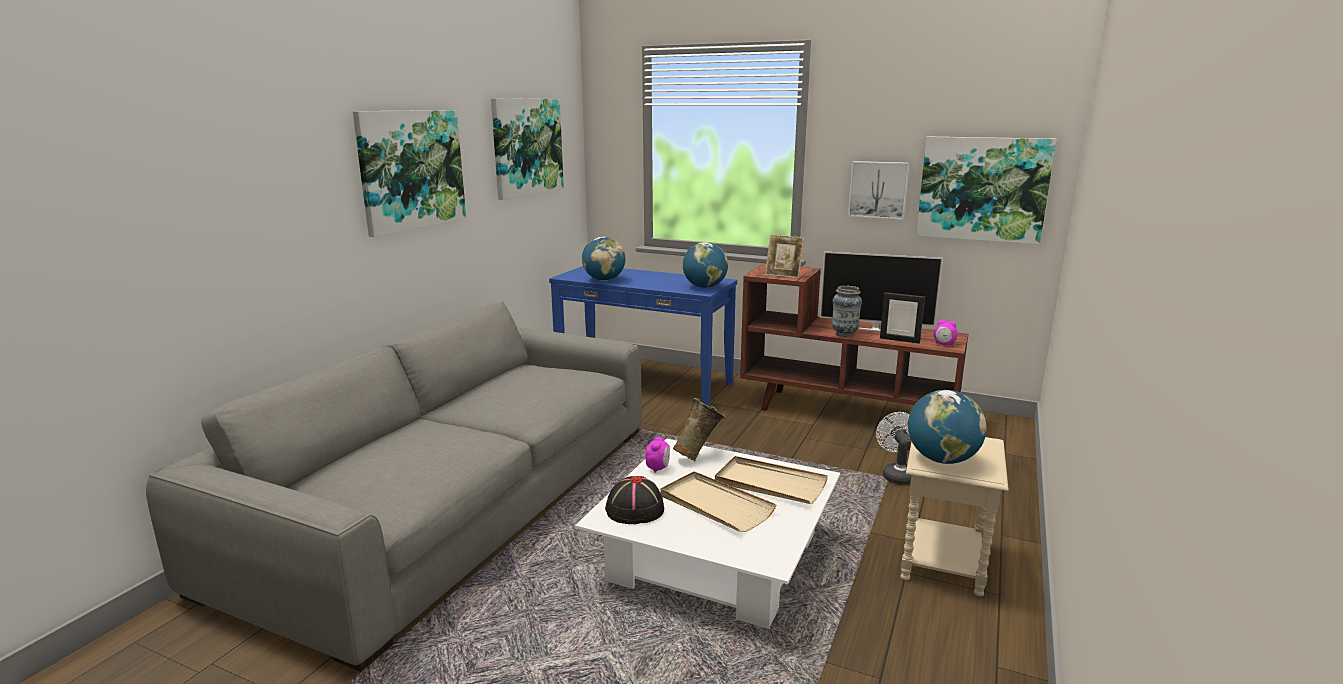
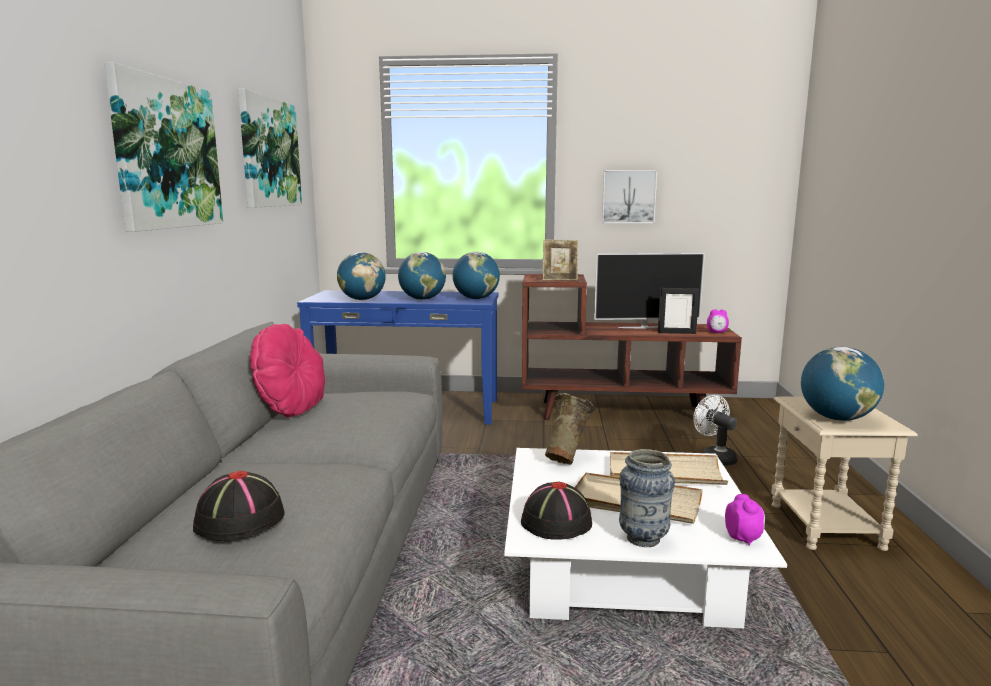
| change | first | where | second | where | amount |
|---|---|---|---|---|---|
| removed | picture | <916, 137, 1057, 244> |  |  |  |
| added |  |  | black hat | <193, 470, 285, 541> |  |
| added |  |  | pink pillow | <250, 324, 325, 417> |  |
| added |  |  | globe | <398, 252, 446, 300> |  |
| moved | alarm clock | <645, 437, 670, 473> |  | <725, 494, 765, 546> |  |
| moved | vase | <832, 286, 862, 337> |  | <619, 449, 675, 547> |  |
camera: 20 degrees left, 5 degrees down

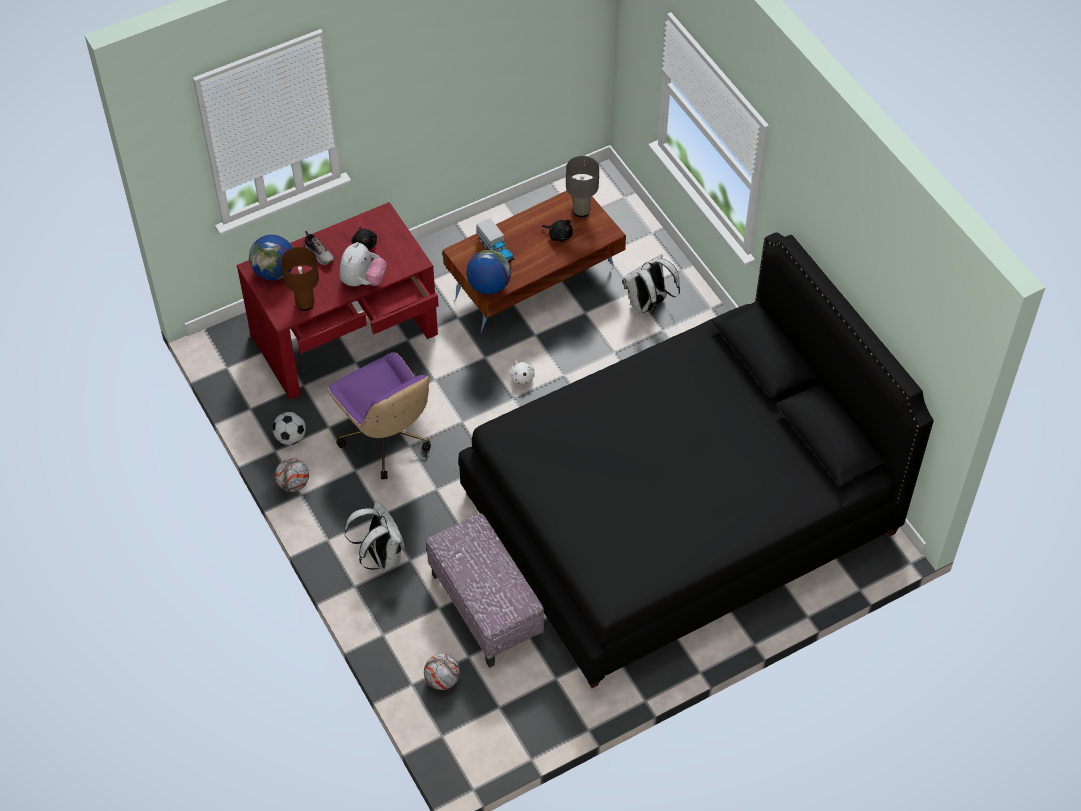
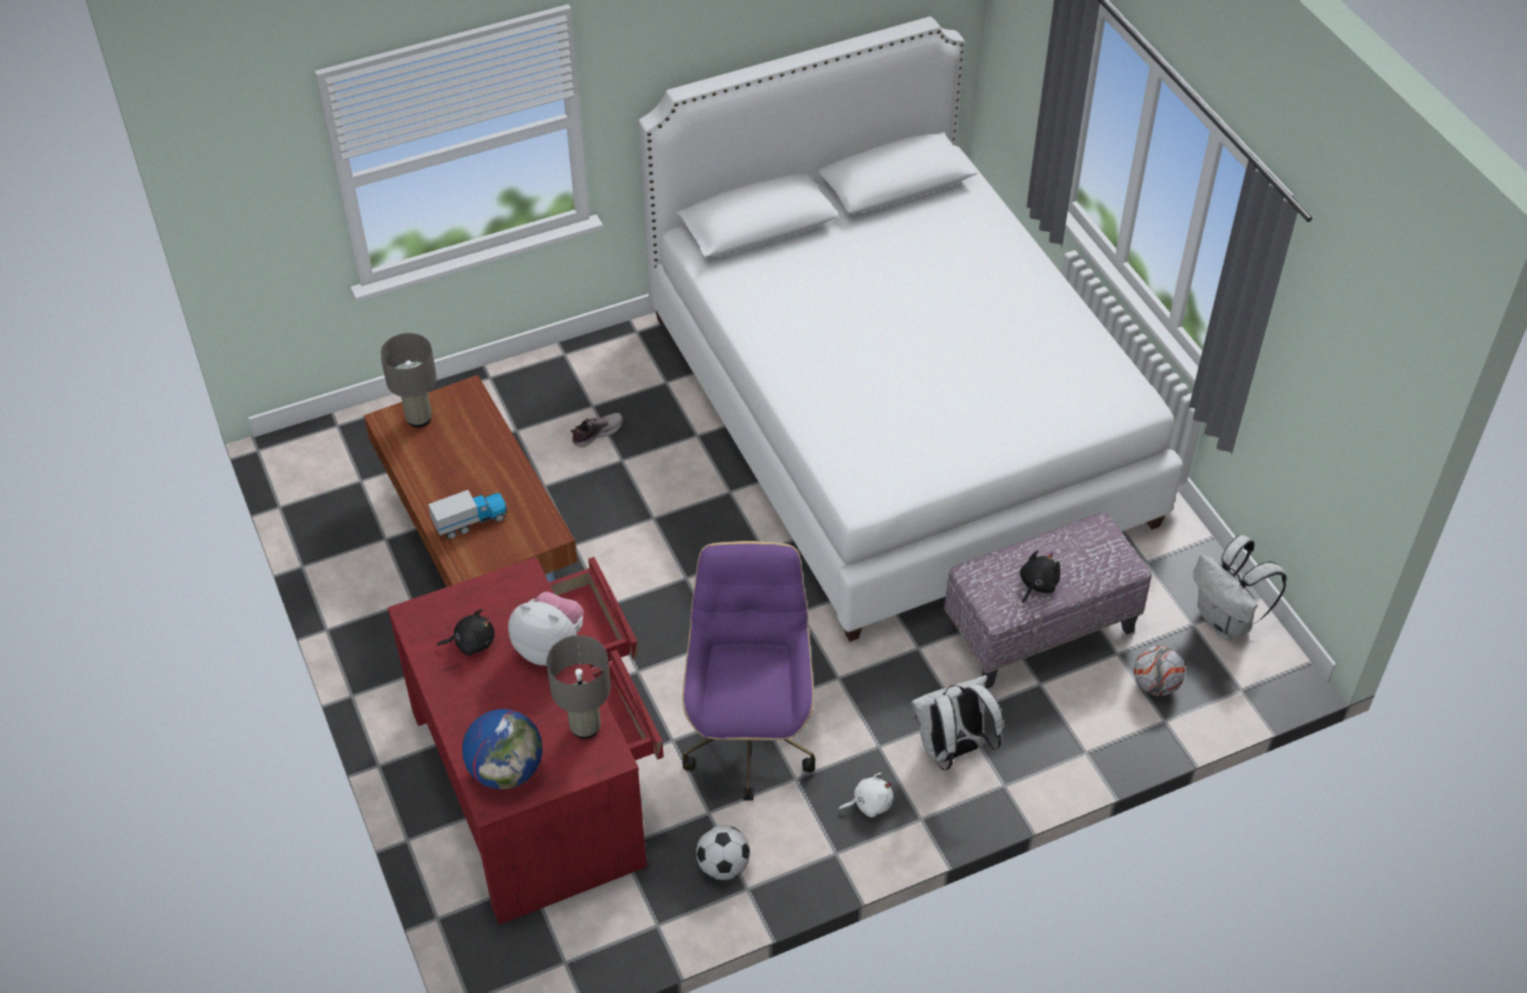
| change | first | where | second | where | amount |
|---|---|---|---|---|---|
| removed | football | <275, 458, 309, 492> |  |  |  |
| removed | globe | <466, 250, 511, 295> |  |  |  |
| moved | shoe | <305, 231, 334, 265> |  | <570, 413, 623, 447> |  |
| moved | white plush toy | <510, 359, 535, 384> |  | <839, 772, 893, 817> |  |
| moved | black plush toy | <542, 220, 573, 242> |  | <1020, 550, 1060, 604> |  |
| moved | white backpack | <623, 254, 680, 315> |  | <1193, 535, 1286, 640> |  |
| recoloured | brown table lamp | <281, 247, 319, 311> | grey table lamp | <547, 635, 611, 739> |  |
| recoloured | black bed | <459, 232, 934, 688> | white bed | <638, 17, 1183, 642> |  |
| turned | purple office chair | <328, 352, 431, 479> |  | <682, 541, 815, 801> | 60 degrees counterclockwise |
camera: 85 degrees left, 5 degrees down

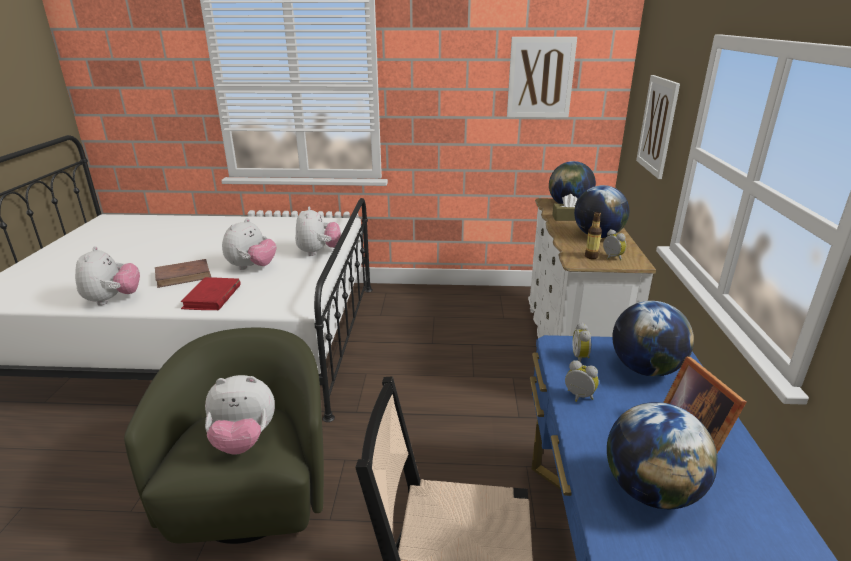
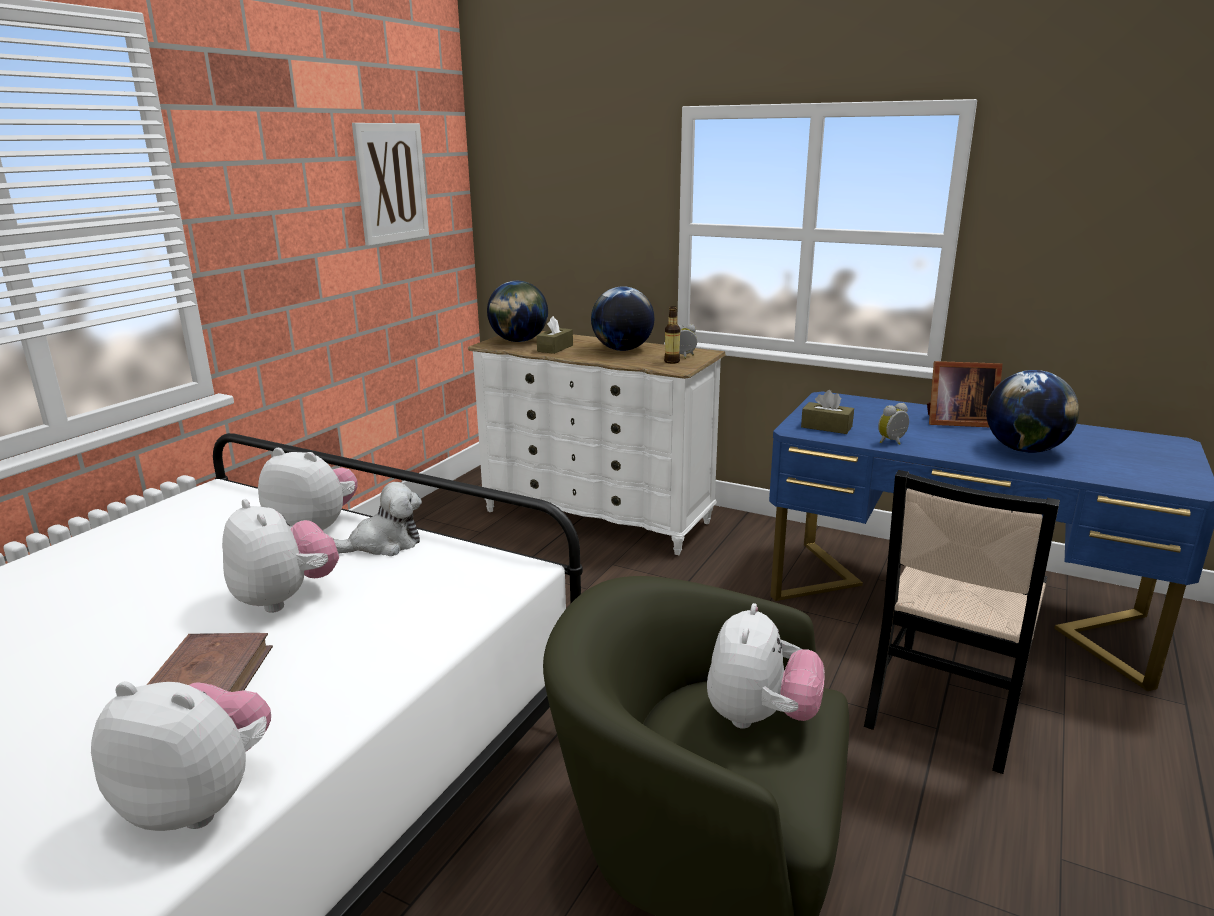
| change | first | where | second | where | amount |
|---|---|---|---|---|---|
| removed | red book | <181, 277, 240, 310> |  |  |  |
| removed | globe | <612, 301, 694, 376> |  |  |  |
| removed | picture | <636, 75, 680, 179> |  |  |  |
| added |  |  | plush toy | <333, 482, 422, 556> |  |
| replaced | alarm clock | <573, 323, 591, 362> | brown tissue box | <801, 390, 854, 434> |  |
camera: 65 degrees left, 5 degrees down

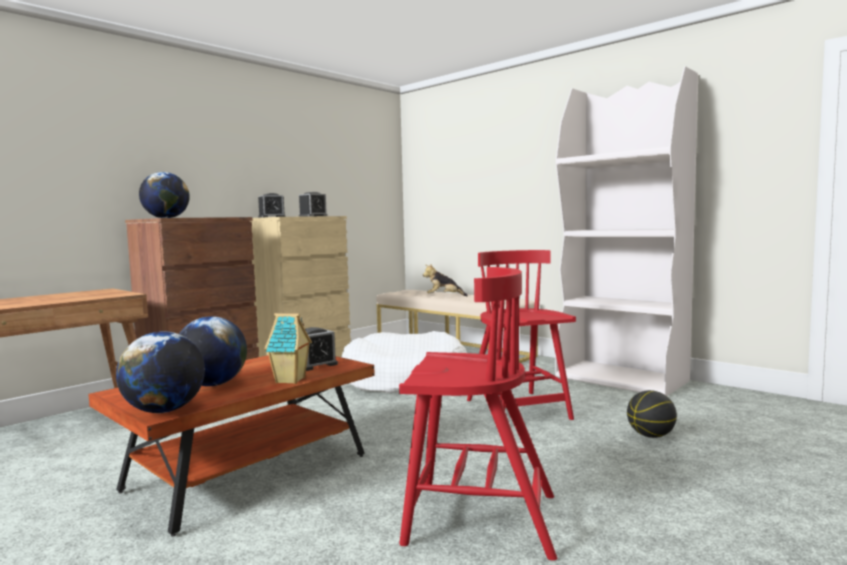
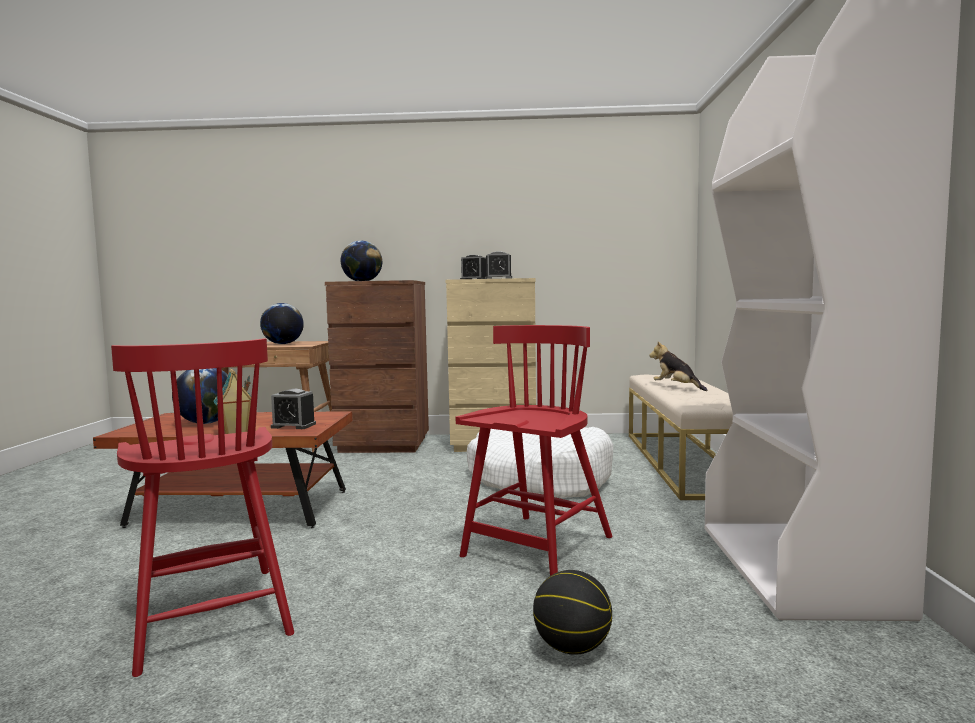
| change | first | where | second | where | amount |
|---|---|---|---|---|---|
| moved | globe | <116, 331, 205, 413> |  | <260, 303, 304, 344> |  |
camera: 50 degrees right, 0 degrees up

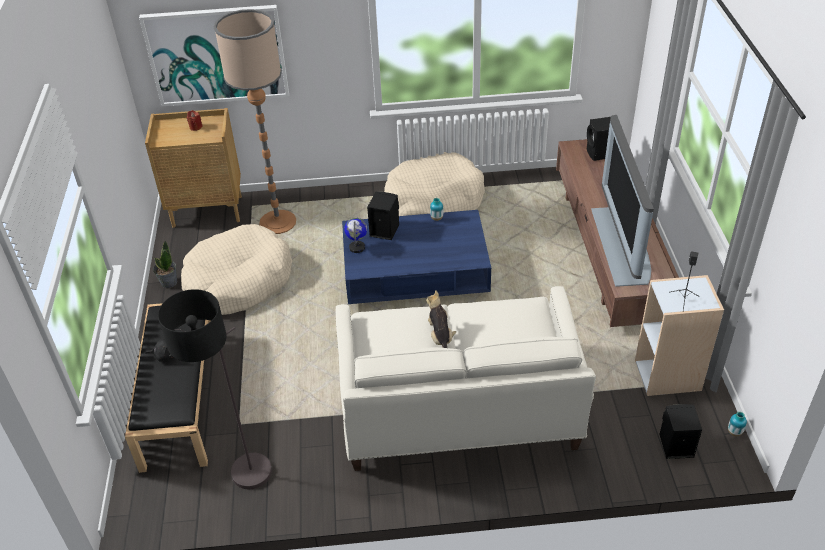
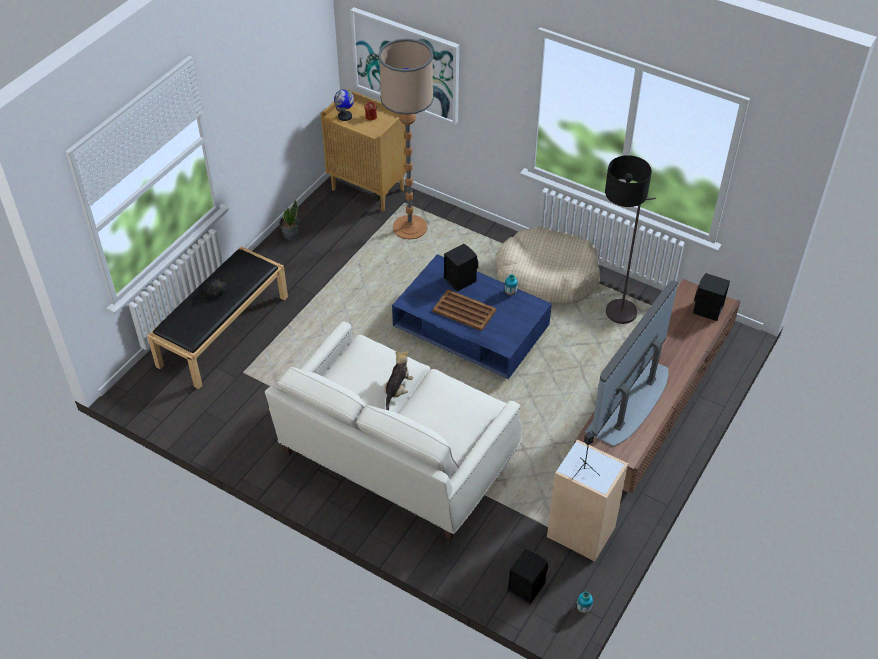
| change | first | where | second | where | amount |
|---|---|---|---|---|---|
| removed | beige dog bed | <181, 224, 292, 315> |  |  |  |
| added |  |  | brown tray | <433, 289, 497, 331> |  |
| moved | black floor lamp | <158, 289, 272, 489> |  | <605, 155, 656, 324> |  |
| moved | globe | <344, 218, 367, 253> |  | <334, 89, 354, 121> |  |
camera: 35 degrees right, 5 degrees up

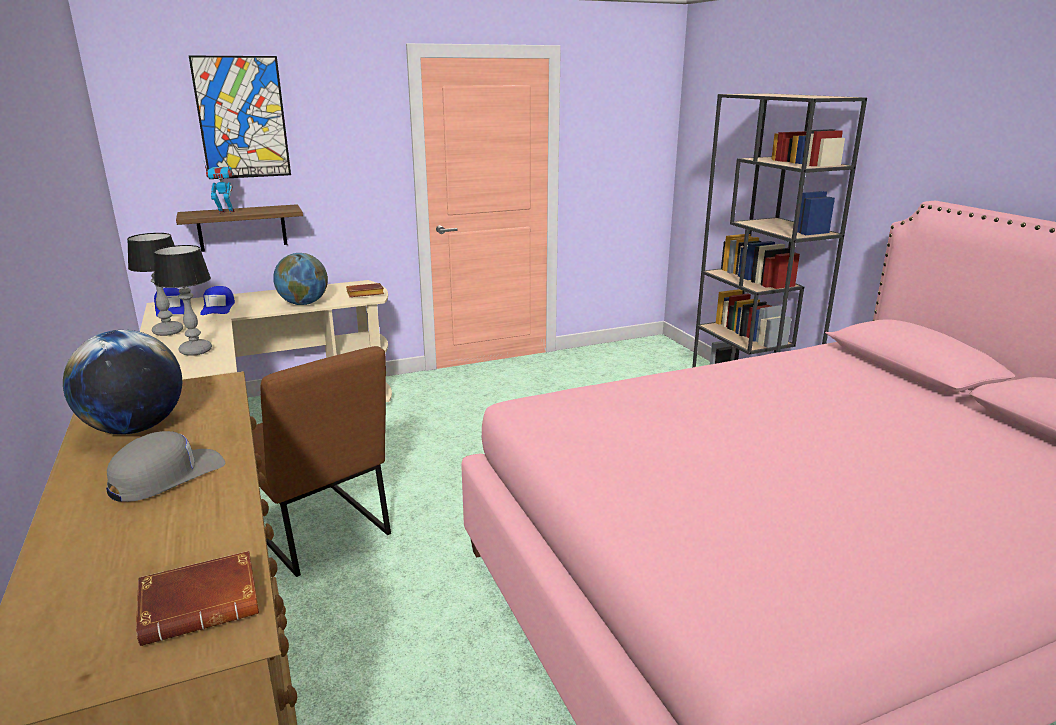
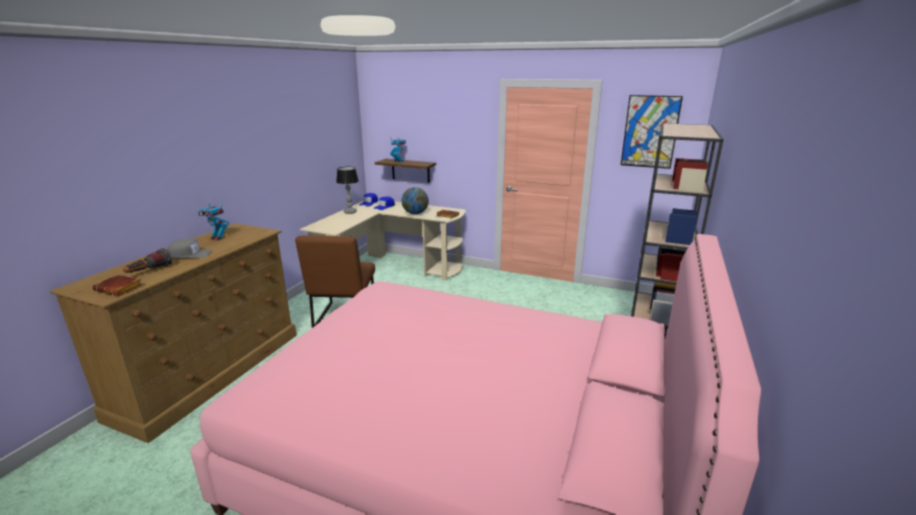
| change | first | where | second | where | amount |
|---|---|---|---|---|---|
| removed | table lamp | <154, 245, 212, 356> |  |  |  |
| added |  |  | flashlight | <123, 248, 172, 273> |  |
| moved | picture | <189, 56, 291, 179> |  | <621, 95, 683, 169> |  |
| replaced | globe | <63, 330, 182, 434> | toy robot | <198, 201, 229, 241> |  |
camera: 45 degrees right, 0 degrees up

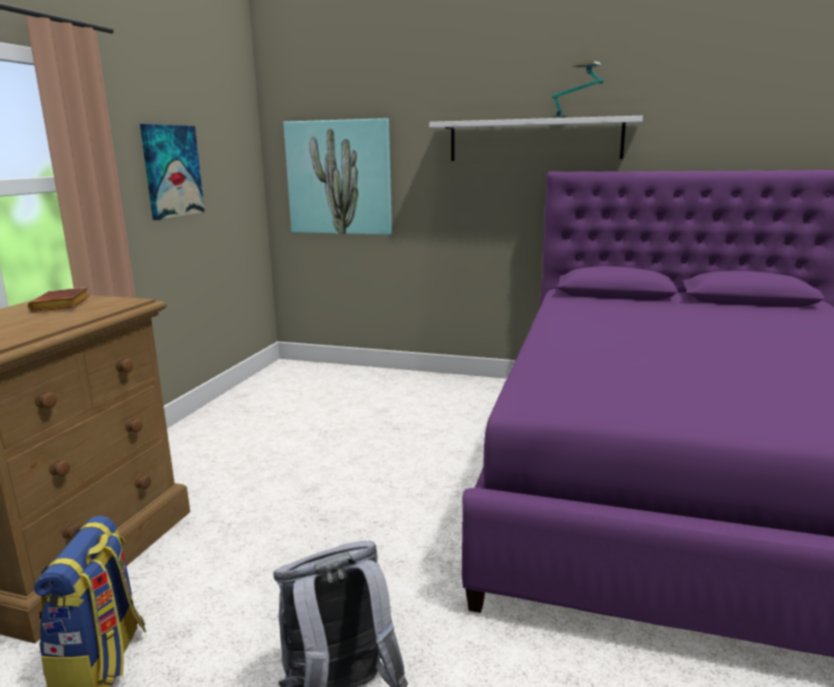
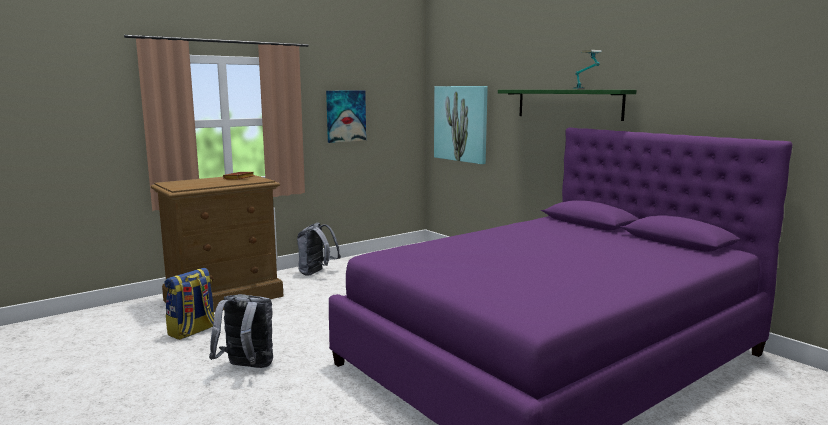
| change | first | where | second | where | amount |
|---|---|---|---|---|---|
| added |  |  | grey backpack | <297, 222, 341, 275> |  |
| recoloured | white shelf | <429, 116, 643, 161> | green shelf | <498, 90, 637, 121> |  |
camera: 35 degrees right, 5 degrees down

